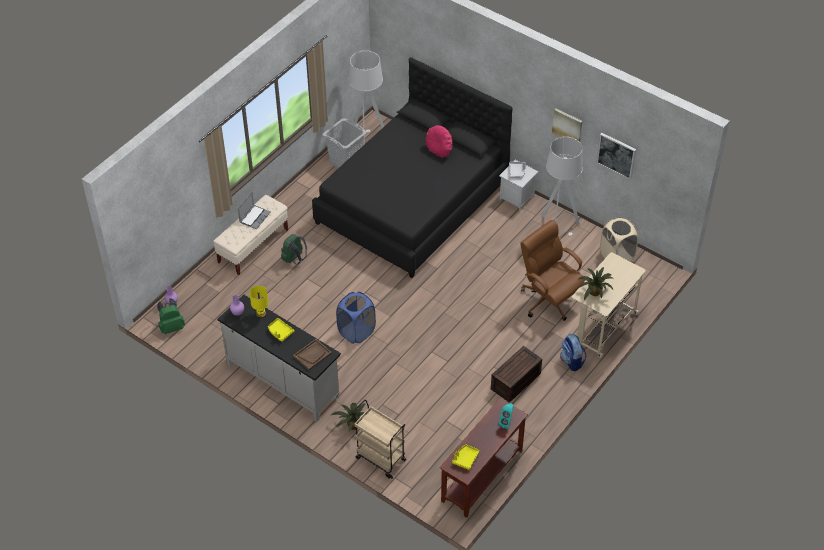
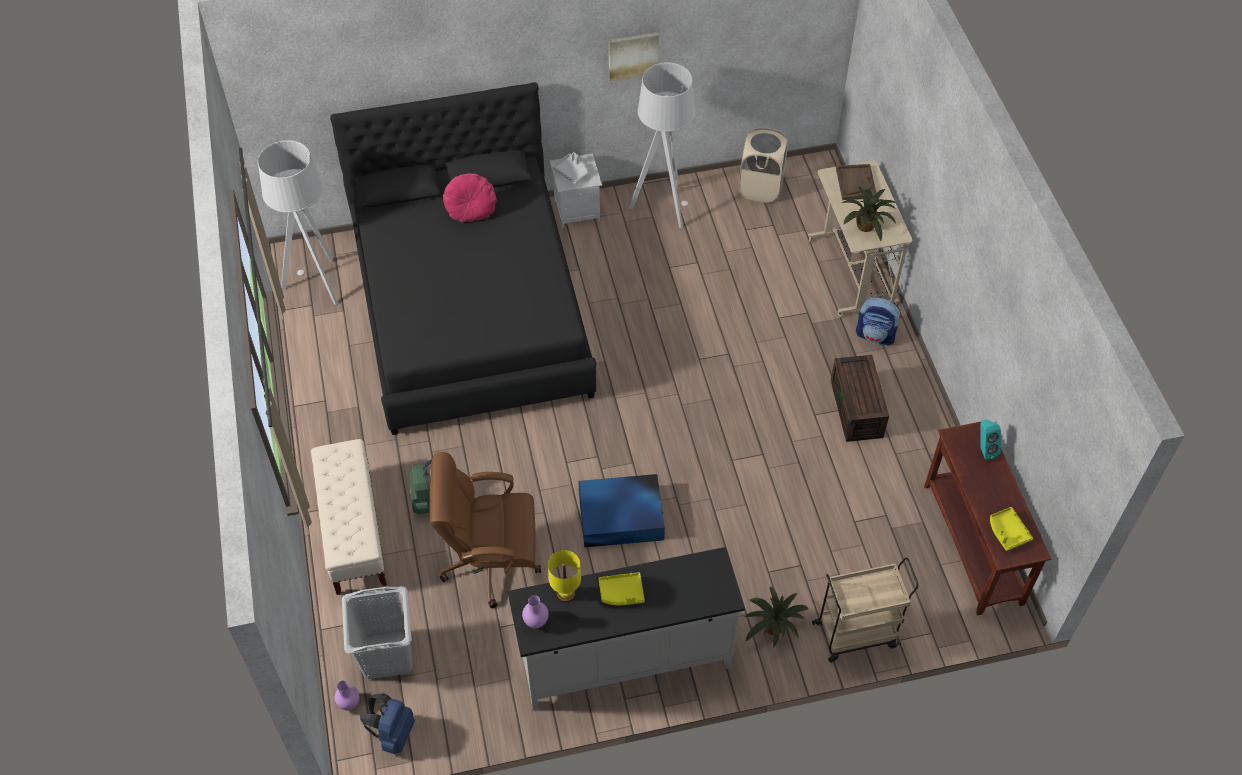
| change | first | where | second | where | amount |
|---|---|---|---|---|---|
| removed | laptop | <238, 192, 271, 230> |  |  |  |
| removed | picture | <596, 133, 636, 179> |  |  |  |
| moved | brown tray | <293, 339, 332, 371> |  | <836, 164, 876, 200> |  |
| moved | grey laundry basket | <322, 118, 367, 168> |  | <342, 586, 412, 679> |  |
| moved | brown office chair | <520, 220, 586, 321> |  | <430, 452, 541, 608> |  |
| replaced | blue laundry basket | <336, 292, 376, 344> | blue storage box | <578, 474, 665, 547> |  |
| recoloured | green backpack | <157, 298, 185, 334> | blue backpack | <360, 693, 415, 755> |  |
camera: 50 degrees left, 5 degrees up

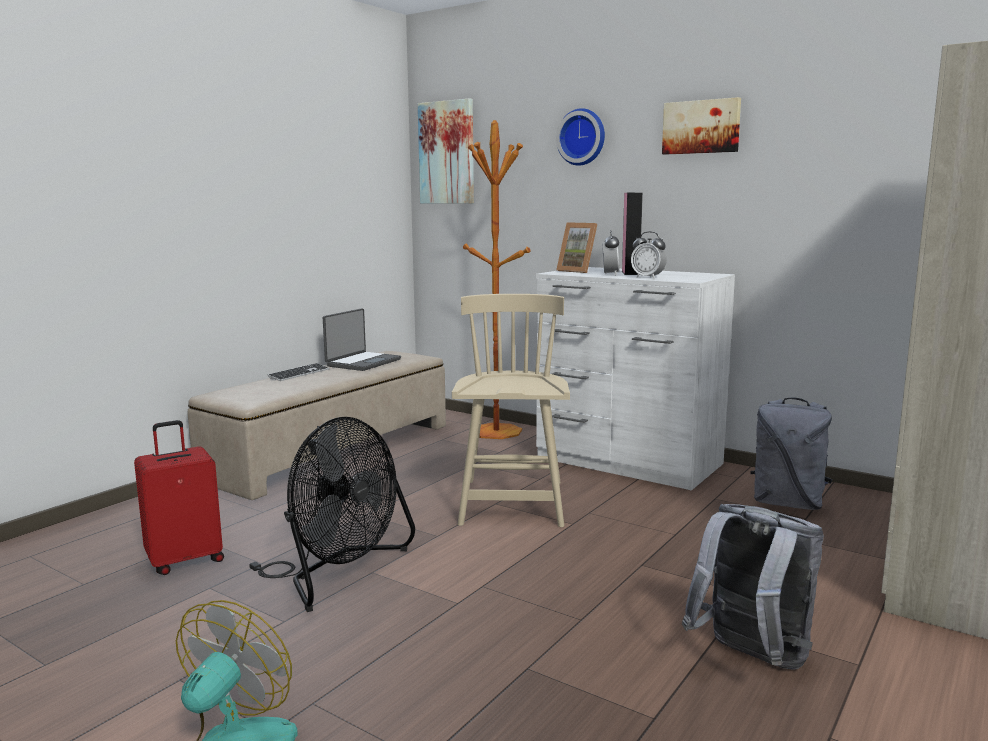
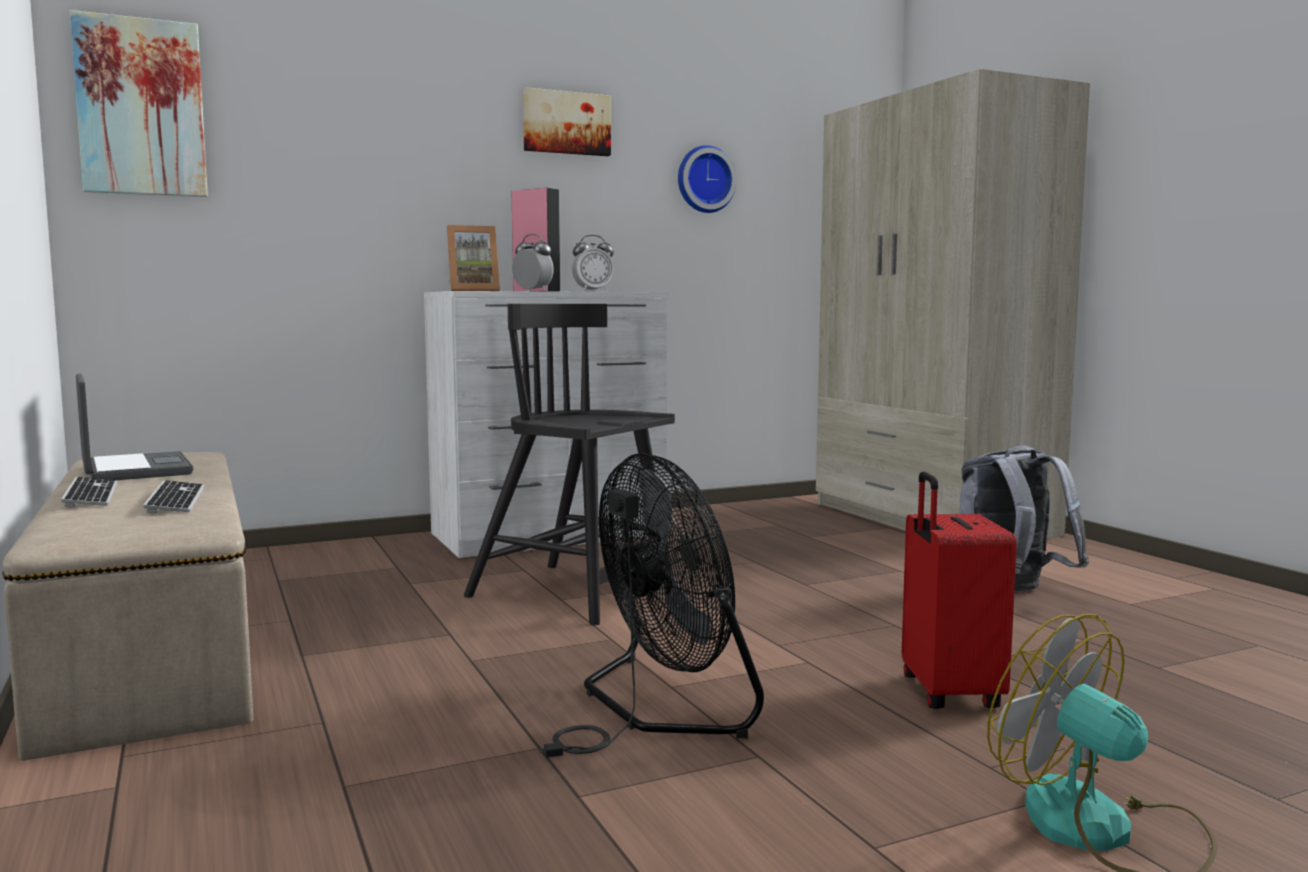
| change | first | where | second | where | amount |
|---|---|---|---|---|---|
| removed | orange clothes rack | <463, 120, 530, 439> |  |  |  |
| removed | grey backpack | <750, 397, 832, 510> |  |  |  |
| added |  |  | keyboard | <143, 480, 205, 514> |  |
| moved | red suitcase | <134, 420, 224, 575> |  | <902, 471, 1017, 709> |  |
| moved | wall clock | <556, 108, 605, 166> |  | <678, 145, 737, 213> |  |
| recoloured | beige chair | <452, 294, 570, 527> | black chair | <464, 304, 675, 625> |  |
camera: 60 degrees left, 5 degrees down

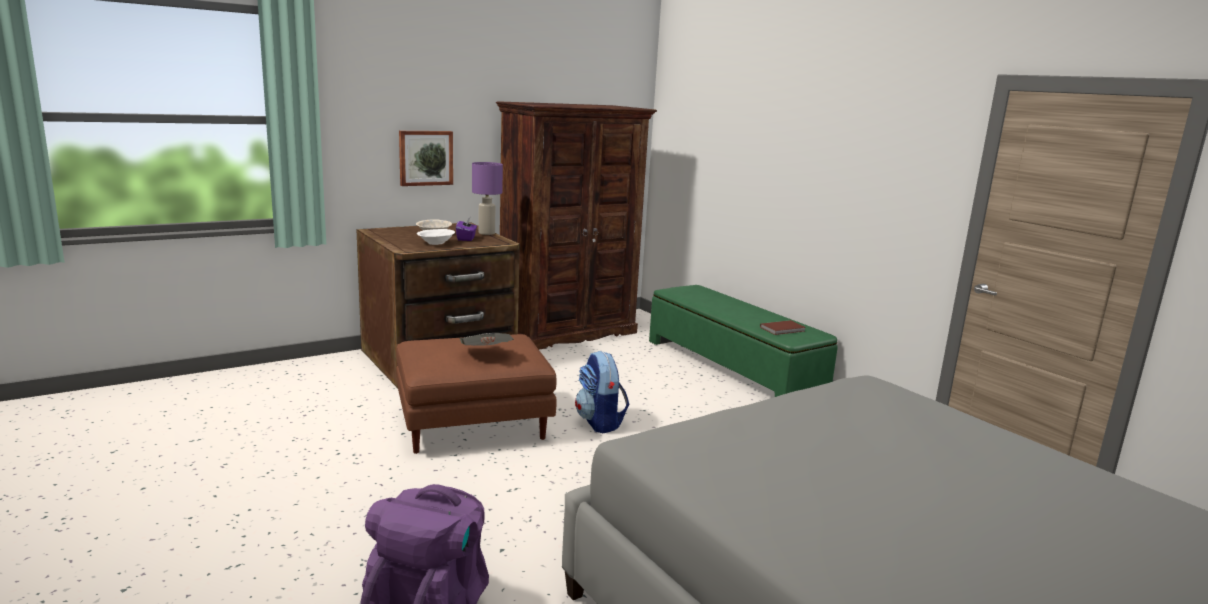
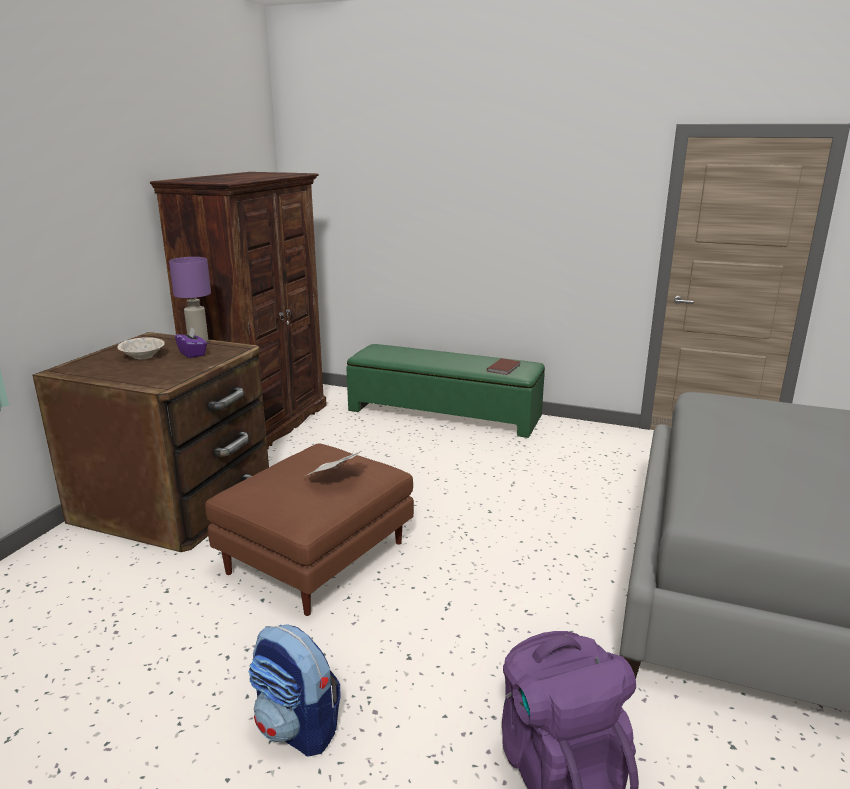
| change | first | where | second | where | amount |
|---|---|---|---|---|---|
| removed | picture | <399, 131, 453, 186> |  |  |  |
| removed | white bowl | <417, 229, 455, 245> |  |  |  |
| moved | backpack | <575, 351, 629, 433> |  | <248, 624, 340, 757> |  |
camera: 35 degrees left, 5 degrees up

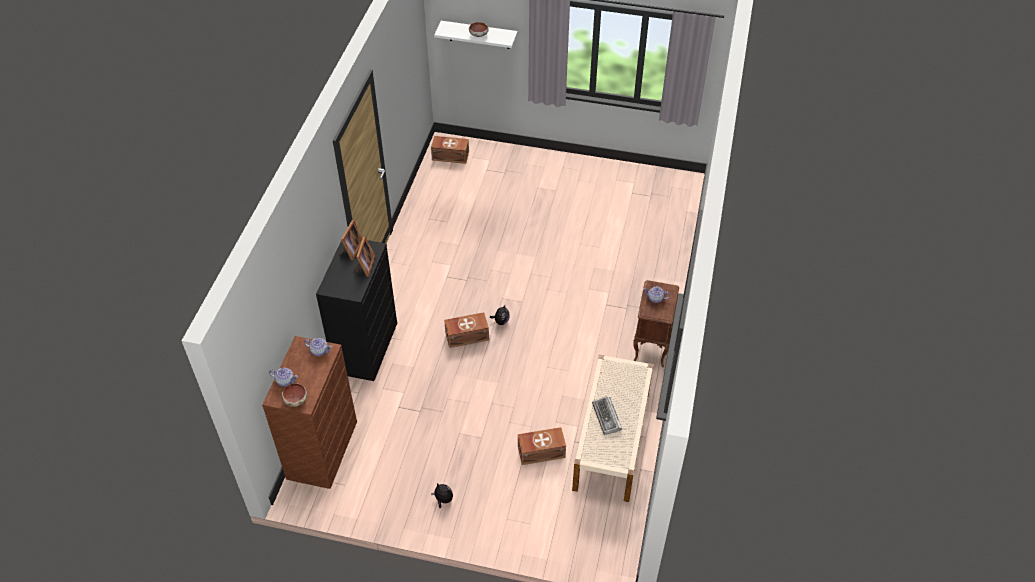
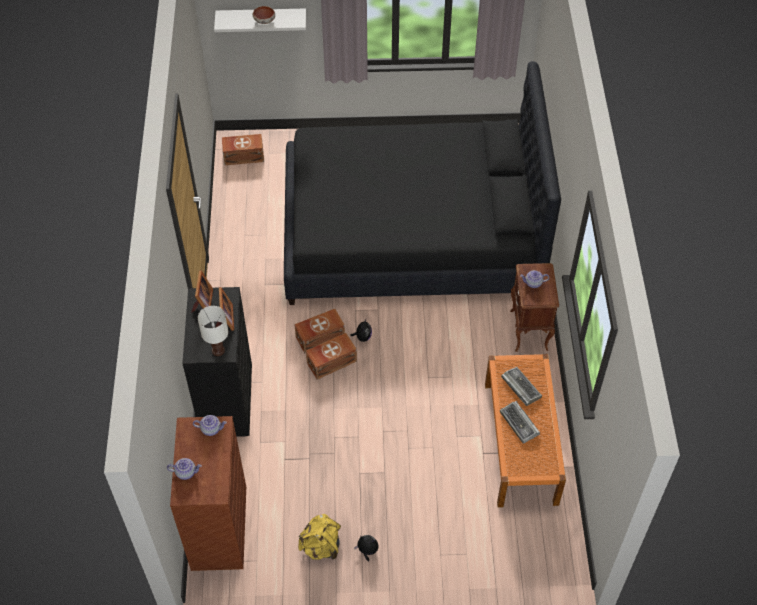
| change | first | where | second | where | amount |
|---|---|---|---|---|---|
| removed | bowl | <282, 383, 307, 407> |  |  |  |
| added |  |  | white table lamp | <198, 306, 228, 356> |  |
| added |  |  | black bed | <284, 61, 561, 305> |  |
| added |  |  | yellow backpack | <298, 514, 341, 560> |  |
| added |  |  | keyboard | <501, 367, 542, 406> |  |
| moved | brown storage box | <518, 427, 566, 465> |  | <294, 309, 345, 353> |  |
| recoloured | beige bench | <572, 354, 654, 502> | orange bench | <485, 354, 566, 508> |  |
camera: 15 degrees left, 5 degrees up

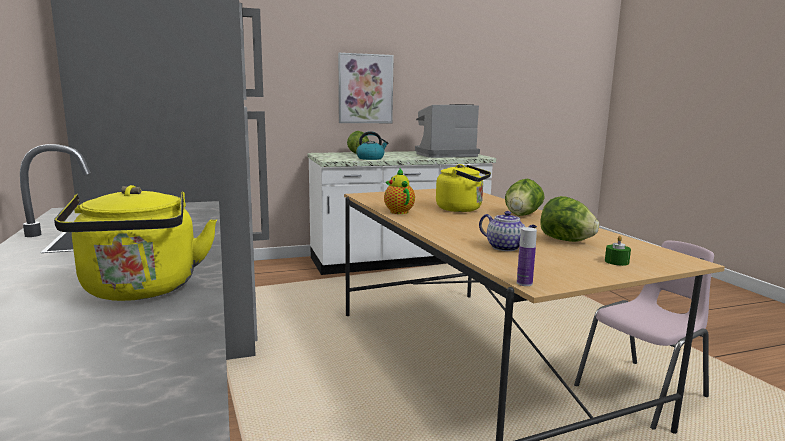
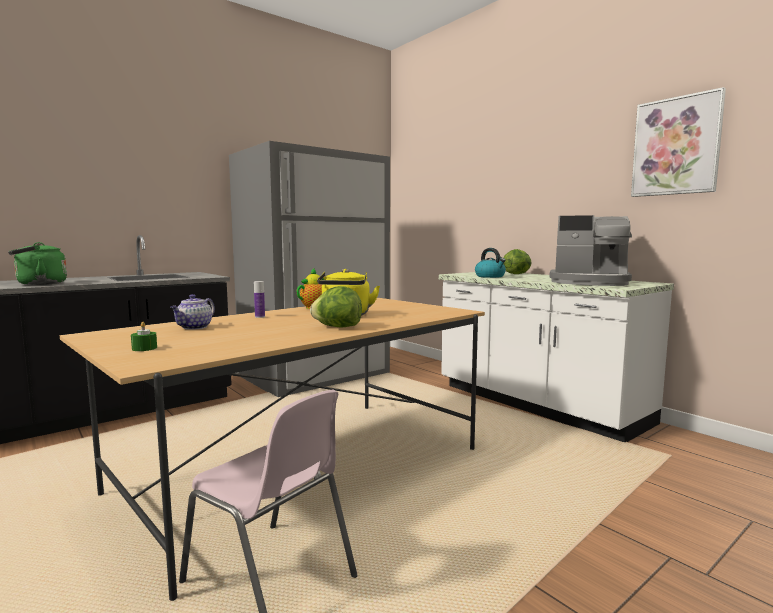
| change | first | where | second | where | amount |
|---|---|---|---|---|---|
| removed | lettuce | <540, 196, 599, 242> |  |  |  |
| moved | picture | <338, 53, 394, 123> |  | <631, 87, 726, 197> |  |
| moved | bottle | <517, 227, 537, 286> |  | <254, 281, 265, 318> |  |
| recoloured | yellow kettle | <54, 185, 217, 301> | green kettle | <8, 242, 67, 285> |  |
| turned | coffee machine | <415, 104, 480, 158> |  | <549, 215, 632, 286> | 150 degrees clockwise |
camera: 70 degrees right, 5 degrees down

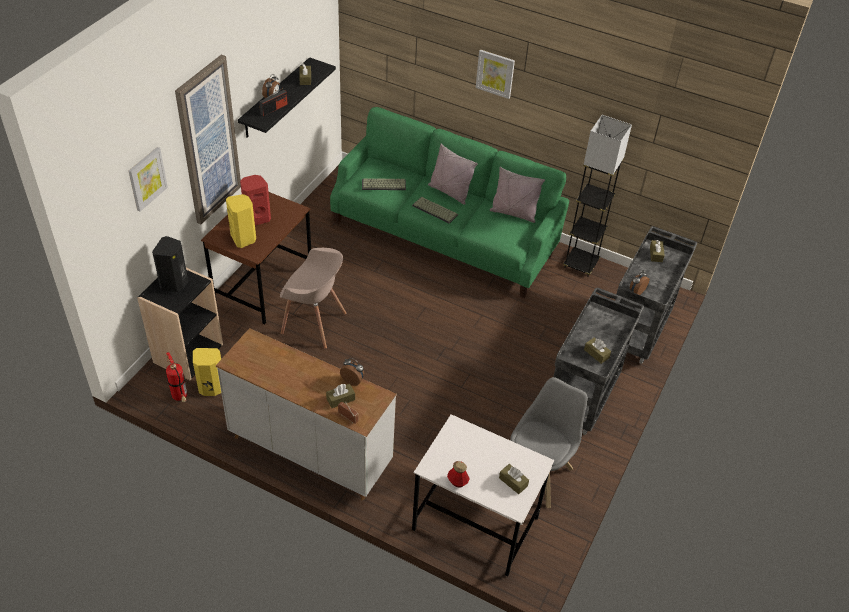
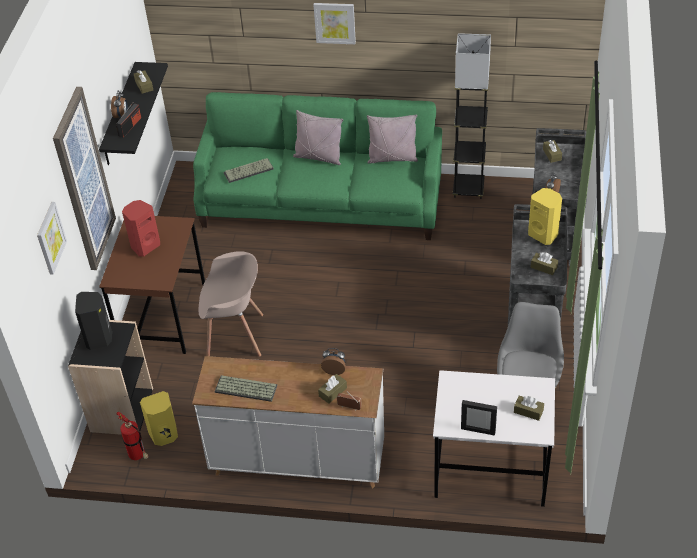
| change | first | where | second | where | amount |
|---|---|---|---|---|---|
| moved | yellow speaker | <226, 194, 256, 248> |  | <528, 188, 562, 245> |  |
| moved | keyboard | <412, 197, 458, 224> |  | <214, 376, 277, 402> |  |
| replaced | bottle | <447, 461, 470, 487> | picture frame | <461, 400, 497, 436> |  |
camera: 15 degrees left, 0 degrees up

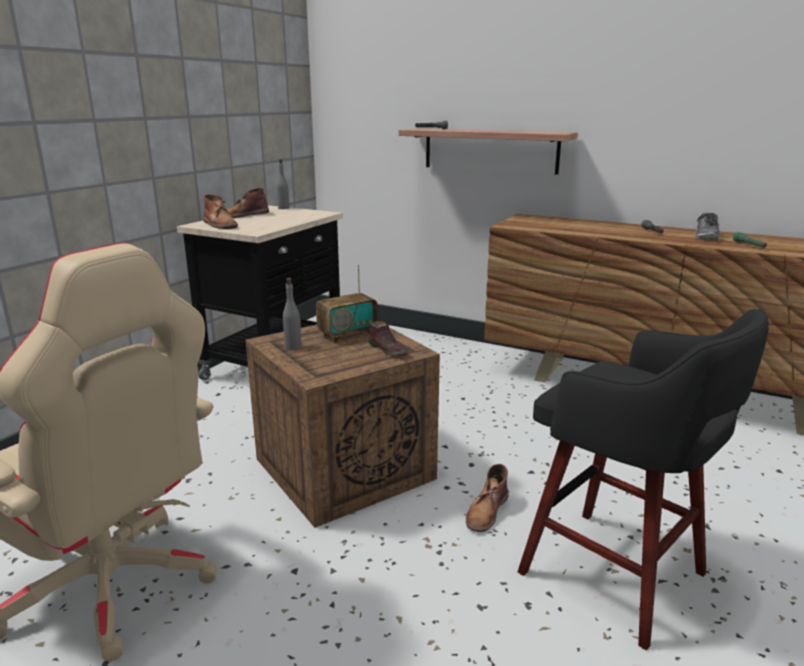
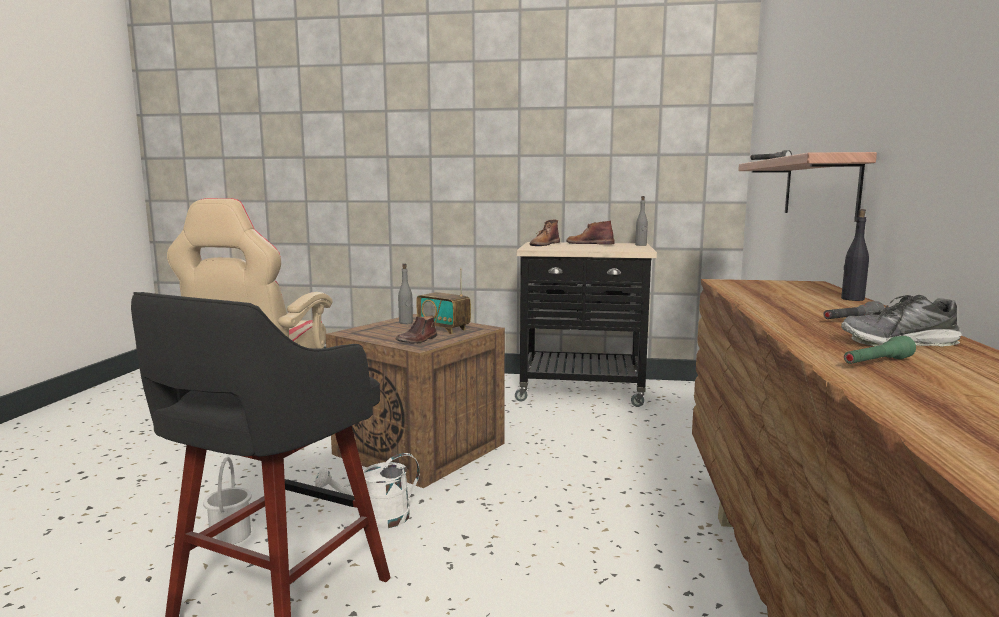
| change | first | where | second | where | amount |
|---|---|---|---|---|---|
| added |  |  | white bucket | <203, 457, 252, 544> |  |
| added |  |  | black bottle | <841, 209, 869, 301> |  |
| replaced | brown boot | <466, 464, 509, 532> | white watering can | <315, 453, 420, 529> |  |
camera: 70 degrees right, 10 degrees down

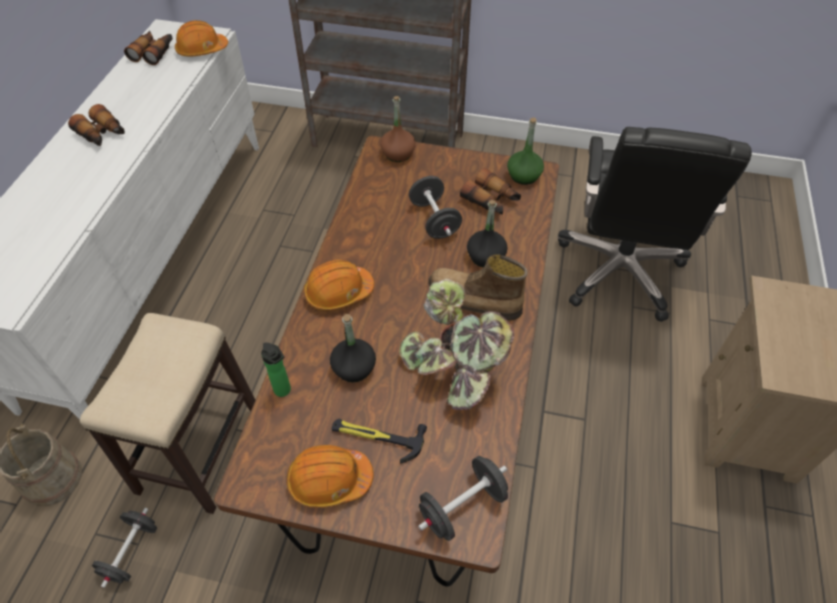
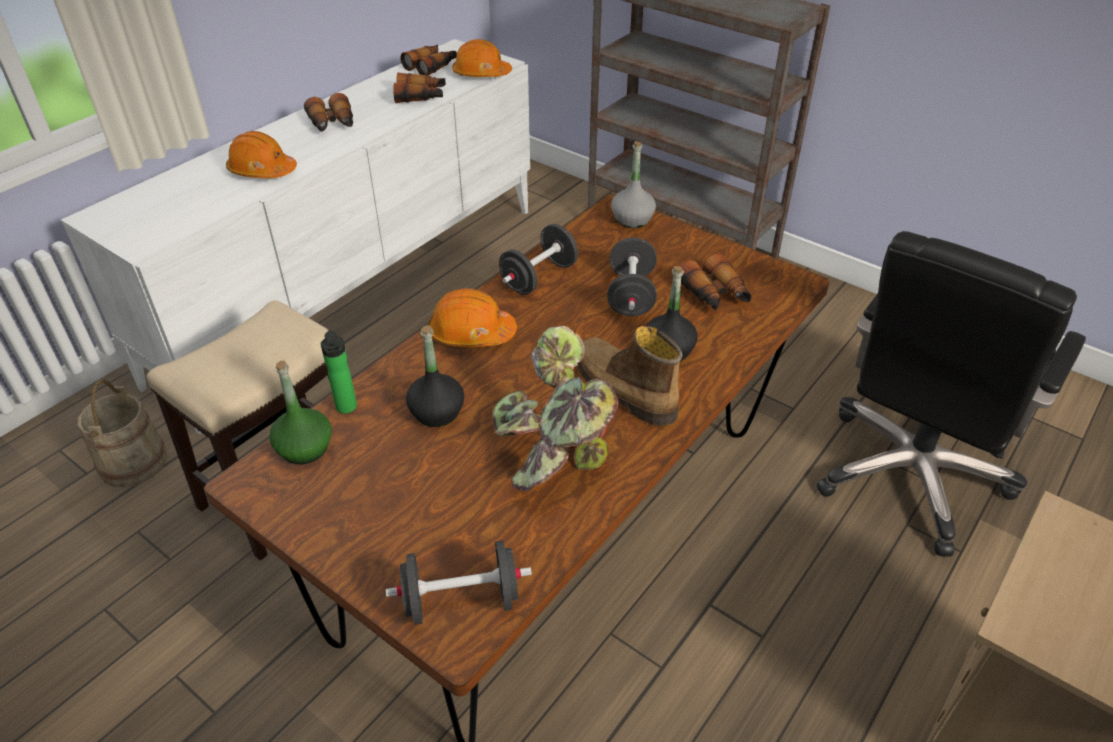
| change | first | where | second | where | amount |
|---|---|---|---|---|---|
| removed | hammer | <332, 419, 427, 464> |  |  |  |
| added |  |  | binoculars | <393, 73, 446, 103> |  |
| moved | black dumbbell | <92, 508, 157, 588> |  | <499, 224, 578, 295> |  |
| moved | orange hard hat | <286, 445, 374, 508> |  | <226, 131, 297, 178> |  |
| moved | green bottle | <507, 117, 544, 185> |  | <269, 361, 332, 465> |  |
| recoloured | brown bottle | <380, 96, 416, 162> | grey bottle | <611, 142, 656, 228> |  |
camera: 25 degrees right, 10 degrees down

